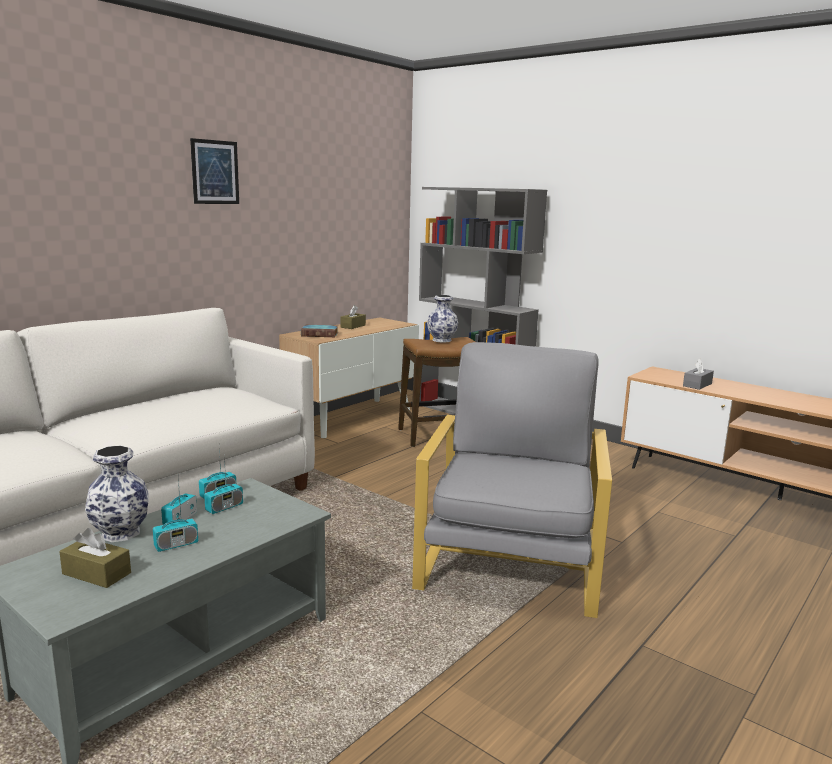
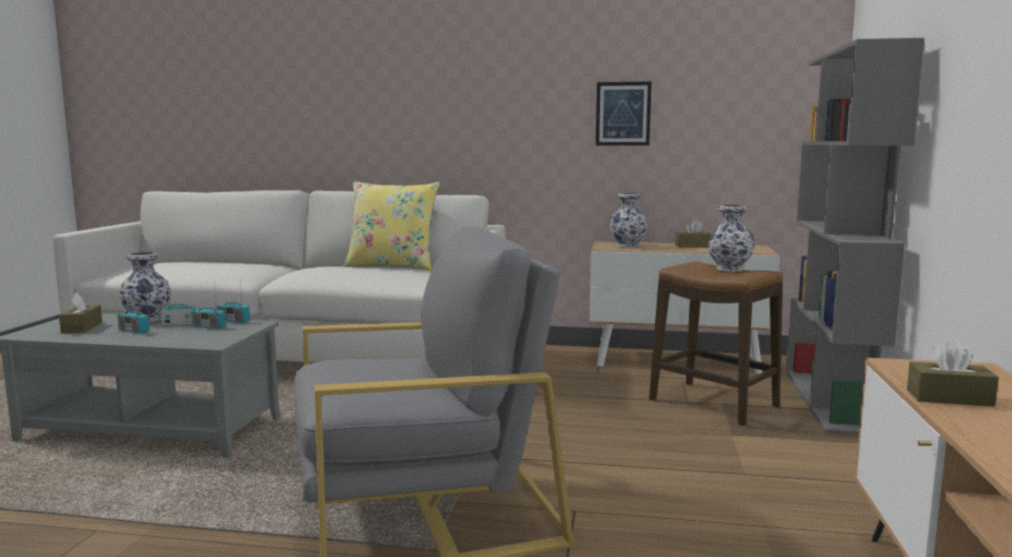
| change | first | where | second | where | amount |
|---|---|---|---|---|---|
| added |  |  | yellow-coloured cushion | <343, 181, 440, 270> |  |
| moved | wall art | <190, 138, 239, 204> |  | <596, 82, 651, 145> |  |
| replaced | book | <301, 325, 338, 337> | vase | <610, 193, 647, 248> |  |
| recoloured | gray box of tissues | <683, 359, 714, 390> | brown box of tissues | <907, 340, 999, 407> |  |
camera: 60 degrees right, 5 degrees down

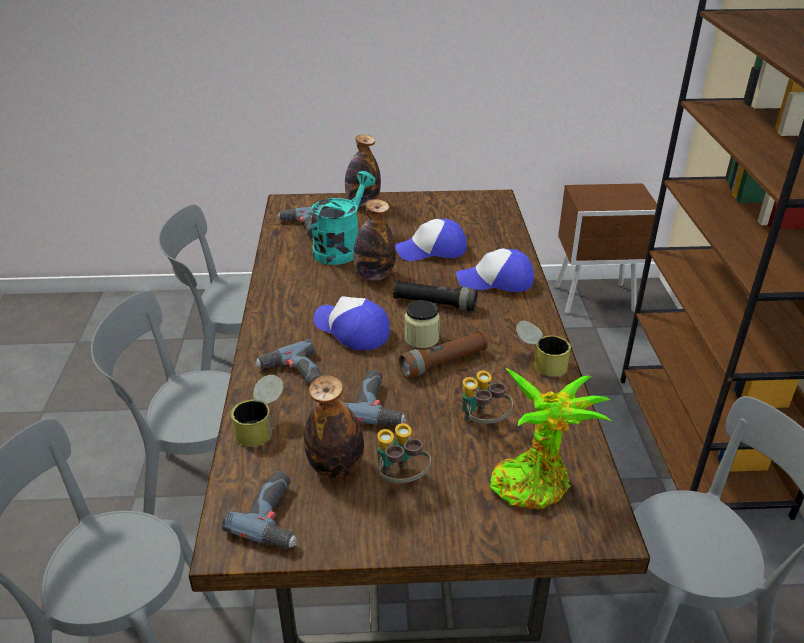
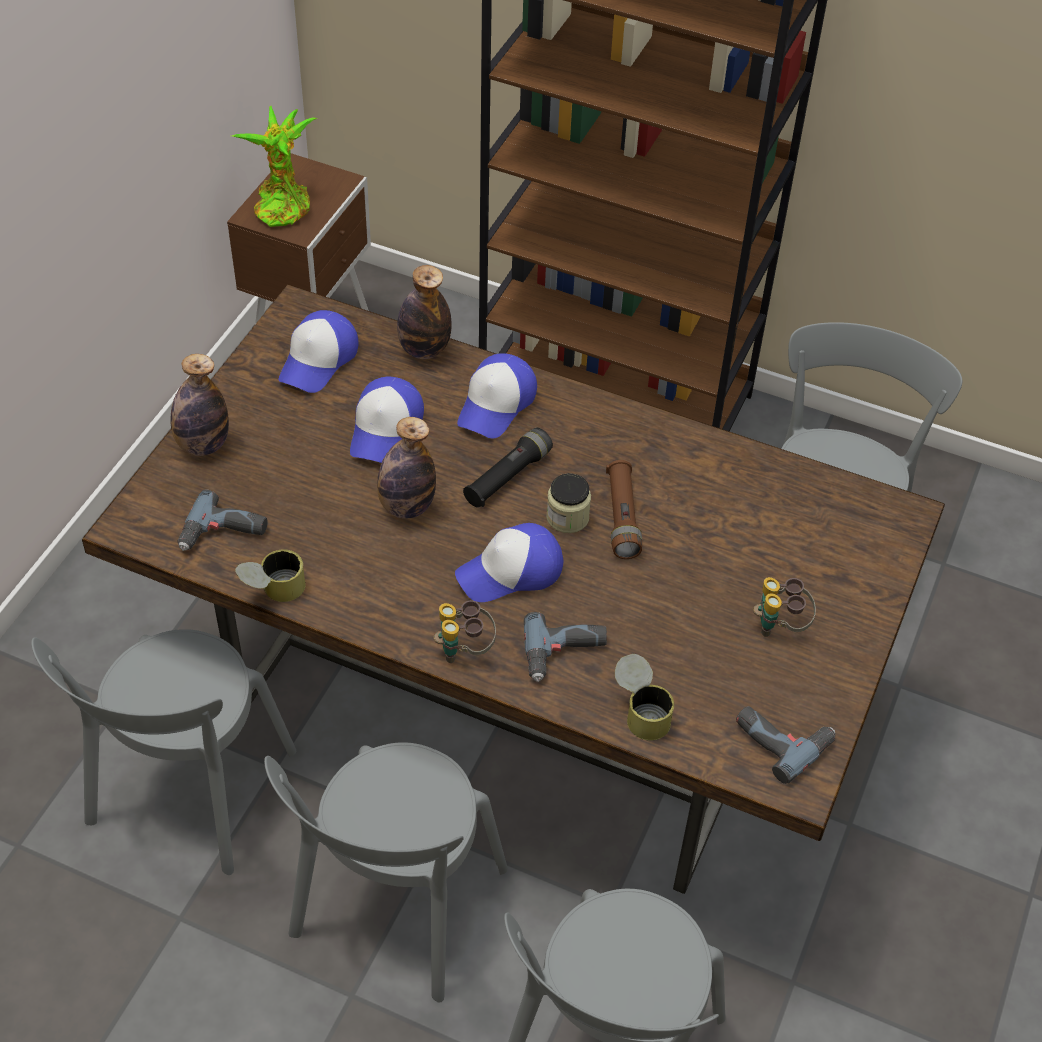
| change | first | where | second | where | amount |
|---|---|---|---|---|---|
| moved | plant in a pot | <490, 368, 613, 509> |  | <232, 106, 317, 227> |  |
| moved | metal can | <516, 321, 571, 377> |  | <235, 550, 306, 602> |  |
| added |  |  | cap | <279, 310, 359, 393> |  |
| moved | beverage bottle | <304, 375, 364, 479> |  | <397, 265, 452, 359> |  |
| moved | binoculars | <462, 371, 513, 424> |  | <434, 600, 496, 663> |  |
| removed | turquoise watering pot | <311, 171, 375, 265> |  |  |  |
| removed | power drill | <344, 370, 406, 426> |  |  |  |
camera: 65 degrees left, 15 degrees up

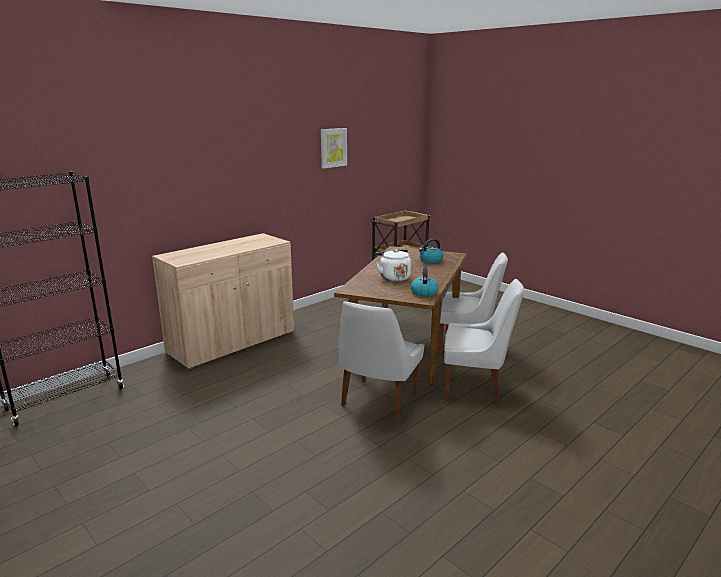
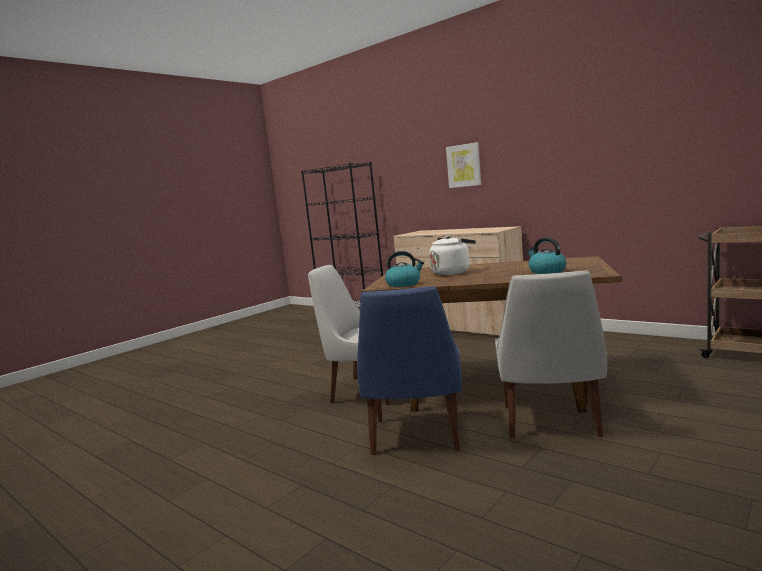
| change | first | where | second | where | amount |
|---|---|---|---|---|---|
| recoloured | white-coloured chair | <444, 279, 524, 404> | blue-coloured chair | <357, 286, 461, 455> |  |
| moved | wall art | <321, 128, 347, 168> |  | <446, 142, 481, 188> |  |
camera: 85 degrees right, 10 degrees down

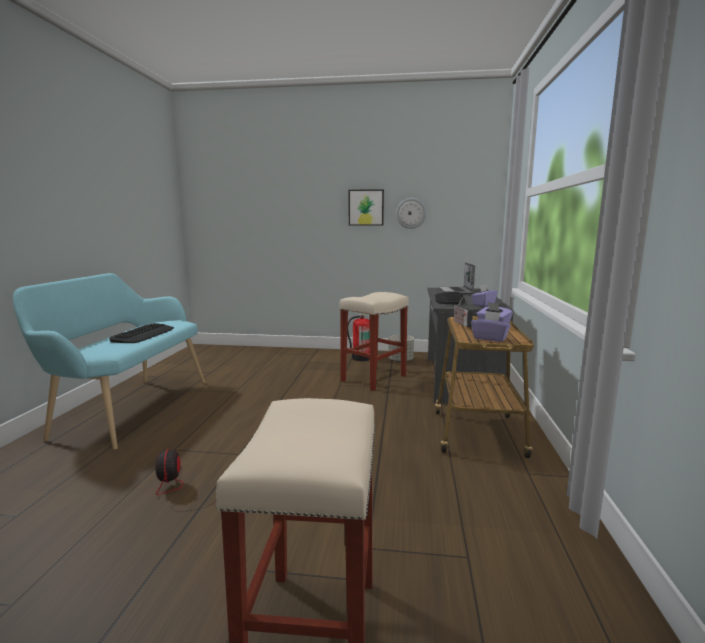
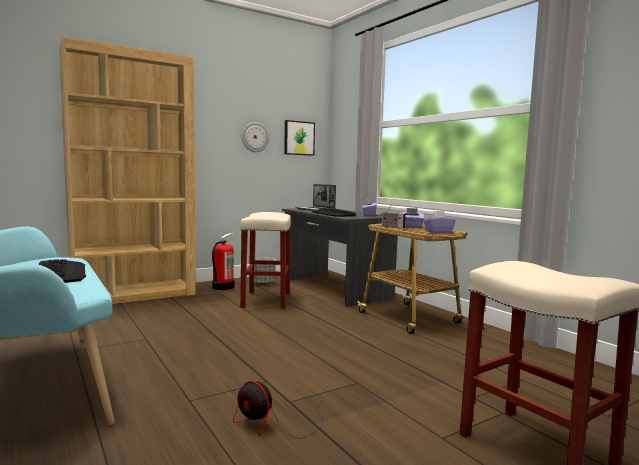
| change | first | where | second | where | amount |
|---|---|---|---|---|---|
| added |  |  | brown shelving unit | <59, 37, 196, 304> |  |
| moved | wall art | <349, 189, 384, 226> |  | <284, 120, 315, 156> |  |
camera: 40 degrees left, 5 degrees down

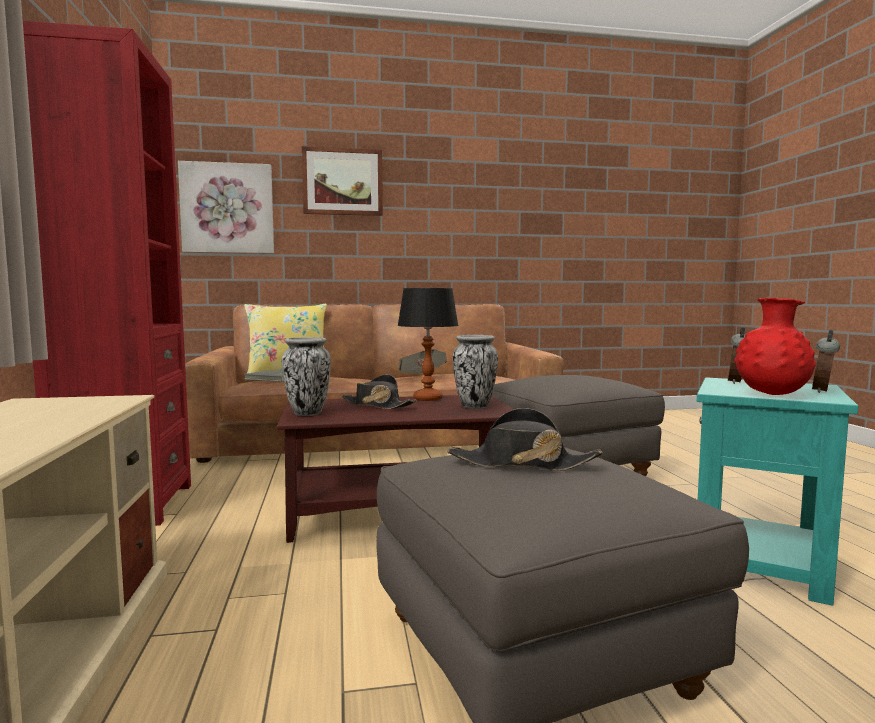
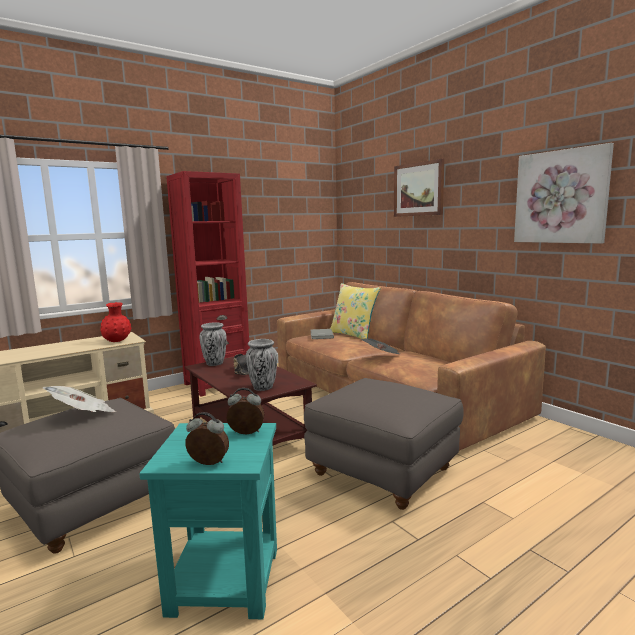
| change | first | where | second | where | amount |
|---|---|---|---|---|---|
| replaced | black wearable hat | <447, 408, 603, 471> | newspaper | <42, 386, 116, 412> |  |
| moved | red vase | <734, 298, 816, 395> |  | <101, 302, 131, 342> |  |
| moved | wall art | <178, 161, 274, 254> |  | <514, 143, 614, 244> |  |
| removed | tabletop lamp | <397, 288, 459, 401> |  |  |  |
camera: 65 degrees right, 5 degrees up

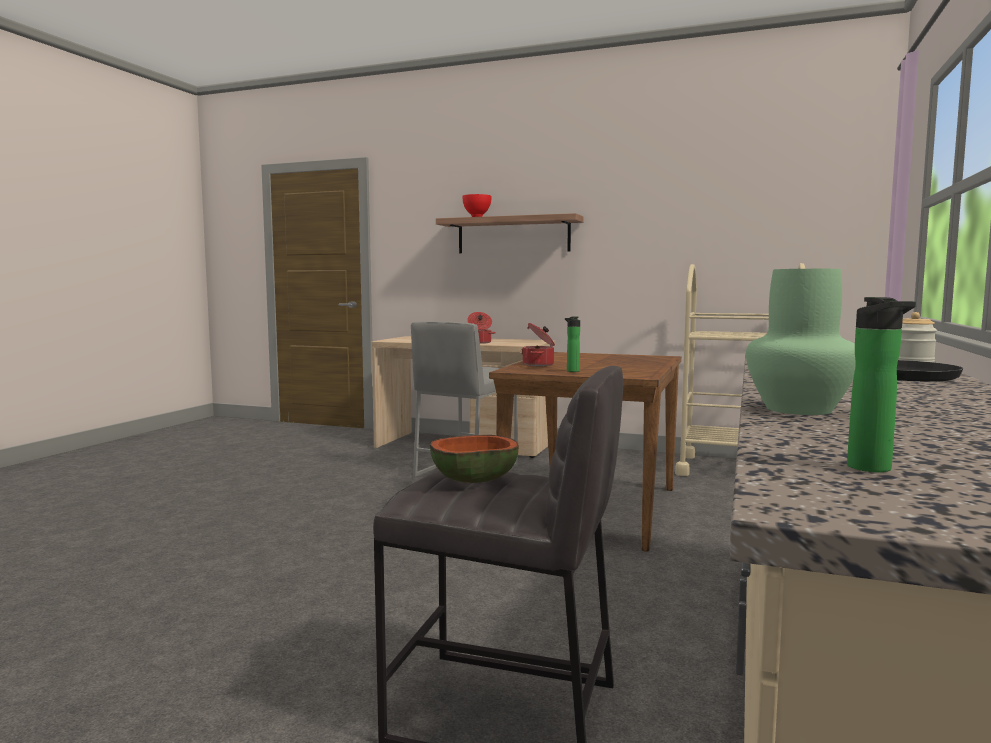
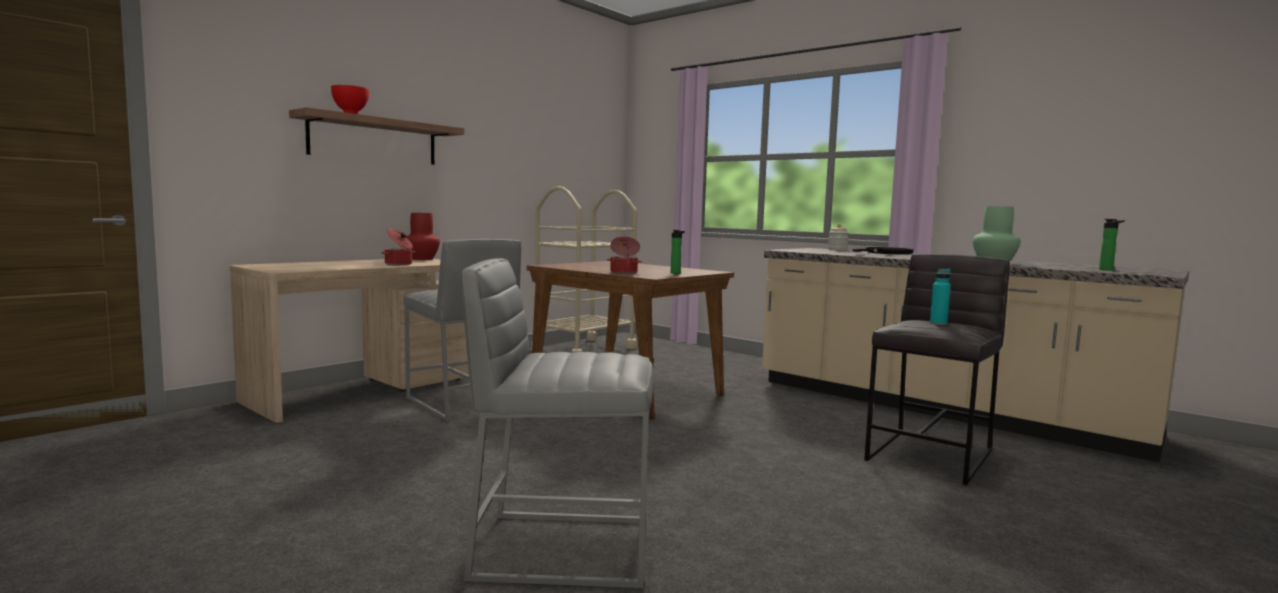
| change | first | where | second | where | amount |
|---|---|---|---|---|---|
| added |  |  | red vase | <406, 213, 440, 260> |  |
| added |  |  | gray stool seat | <462, 258, 653, 588> |  |
| replaced | deep dish | <430, 435, 519, 483> | turquoise beverage bottle | <930, 269, 951, 325> |  |
camera: 70 degrees left, 0 degrees up

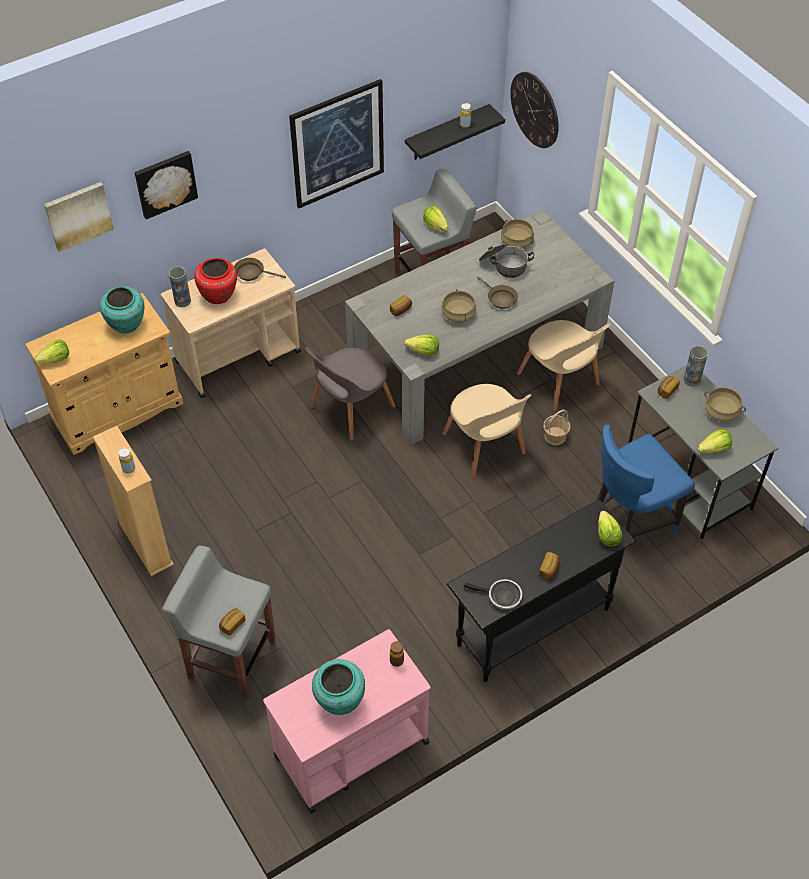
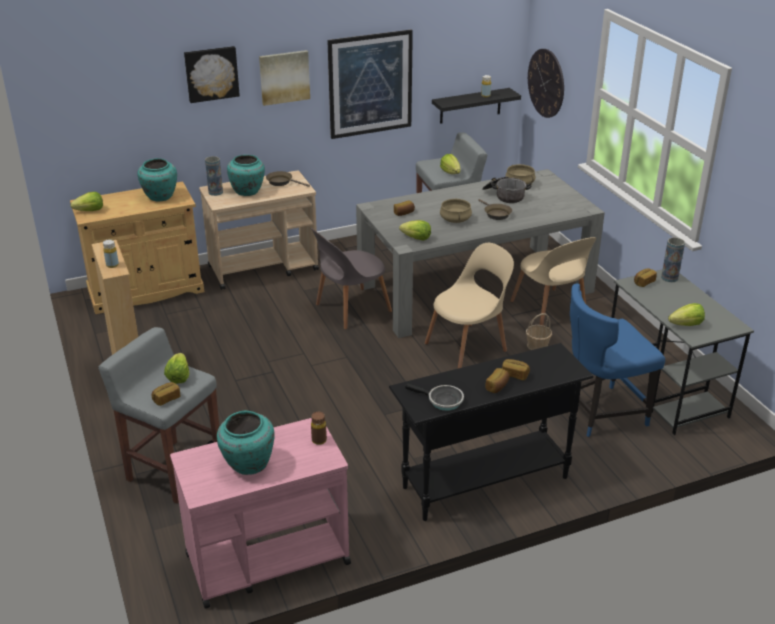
| change | first | where | second | where | amount |
|---|---|---|---|---|---|
| moved | head of lettuce | <598, 511, 622, 546> |  | <164, 353, 189, 384> |  |
| recoloured | red vase | <194, 258, 237, 304> | turquoise vase | <227, 155, 265, 196> |  |
| moved | wall art | <44, 182, 114, 252> |  | <259, 50, 310, 106> |  |
| turned | beige-coloured chair | <442, 384, 531, 478> |  | <425, 243, 514, 368> | 105 degrees counterclockwise |
| added |  |  | bakery bread | <502, 359, 530, 380> |  |
| removed | beige-coloured cooking pot | <704, 387, 746, 422> |  |  |  |
camera: 10 degrees right, 20 degrees down

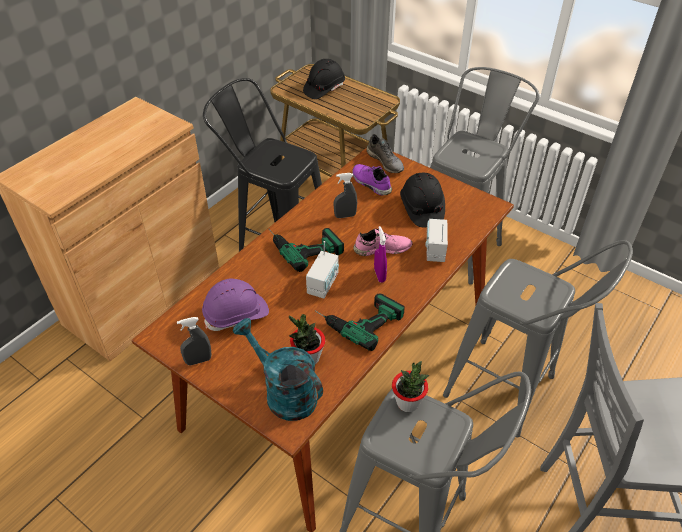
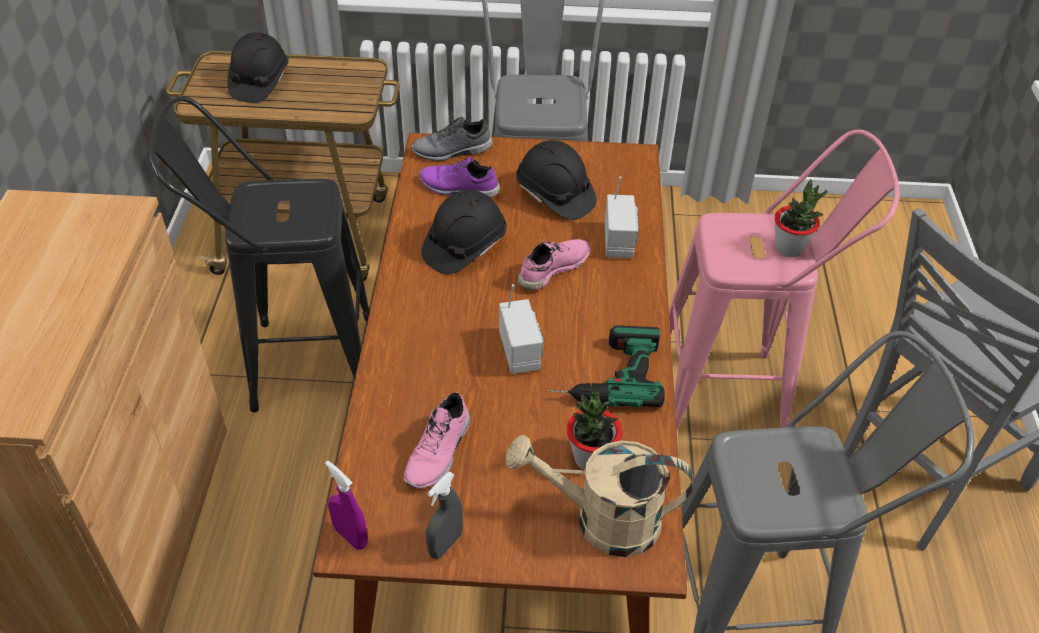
| change | first | where | second | where | amount |
|---|---|---|---|---|---|
| moved | purplish spray bottle | <374, 226, 387, 283> |  | <325, 461, 368, 550> |  |
| replaced | purplish safety helmet | <202, 278, 269, 331> | pink-coloured low shoe | <403, 392, 470, 488> |  |
| turned | gray low shoe | <366, 134, 404, 173> |  | <411, 117, 492, 161> | 150 degrees clockwise |
| replaced | gray spray bottle | <334, 173, 357, 218> | black safety helmet | <421, 190, 507, 274> |  |
| recoloured | turquoise watering pot | <233, 318, 323, 421> | beige-coloured watering pot | <506, 435, 693, 557> |  |
| turned | radio | <425, 219, 448, 262> |  | <605, 176, 639, 258> | 150 degrees counterclockwise |
| recoloured | gray stool seat | <443, 240, 633, 438> | pink-coloured stool seat | <669, 130, 900, 430> |  |
| moved | plant in a pot | <392, 361, 429, 412> |  | <775, 179, 828, 257> |  |
| removed | power drill | <269, 228, 344, 272> |  |  |  |
camera: 35 degrees left, 0 degrees up

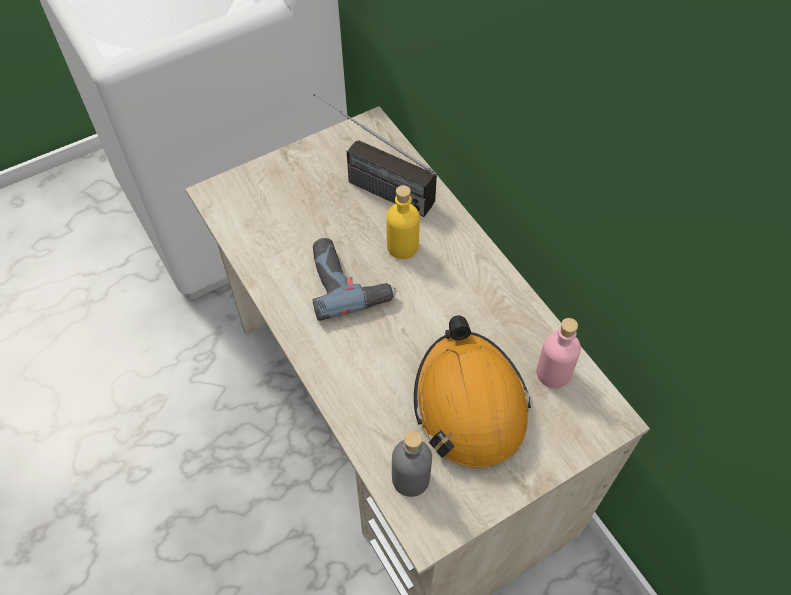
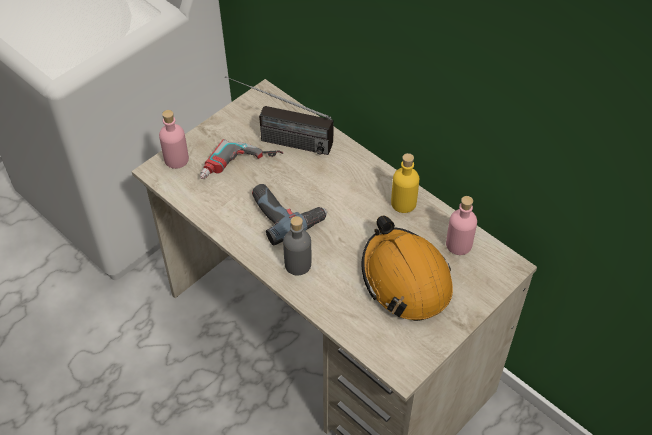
| change | first | where | second | where | amount |
|---|---|---|---|---|---|
| added |  |  | pink-coloured beverage bottle | <159, 110, 189, 169> |  |
| added |  |  | power drill | <200, 139, 283, 179> |  |
| moved | gray beverage bottle | <392, 431, 432, 497> |  | <283, 216, 311, 276> |  |
| moved | yellow-coloured beverage bottle | <386, 185, 420, 259> |  | <391, 153, 419, 213> |  |
camera: 15 degrees left, 5 degrees down

